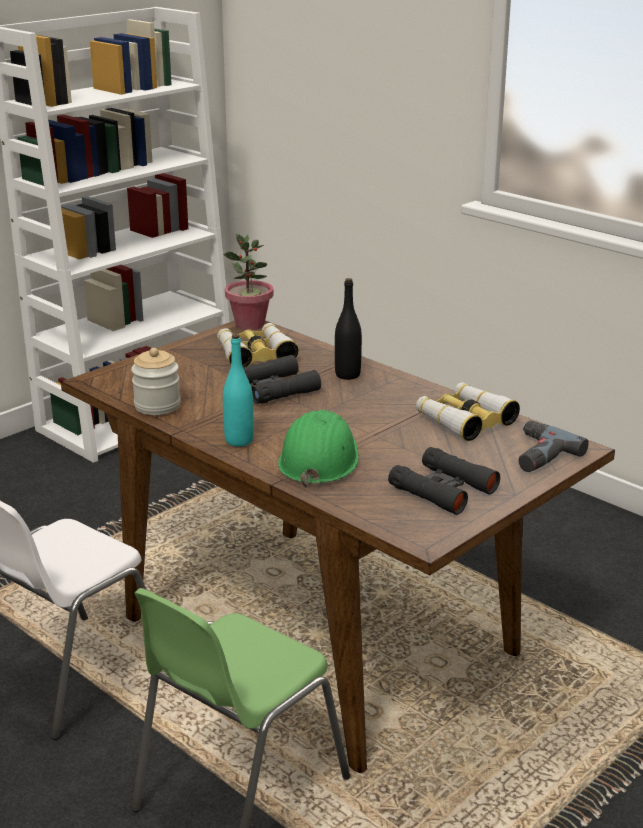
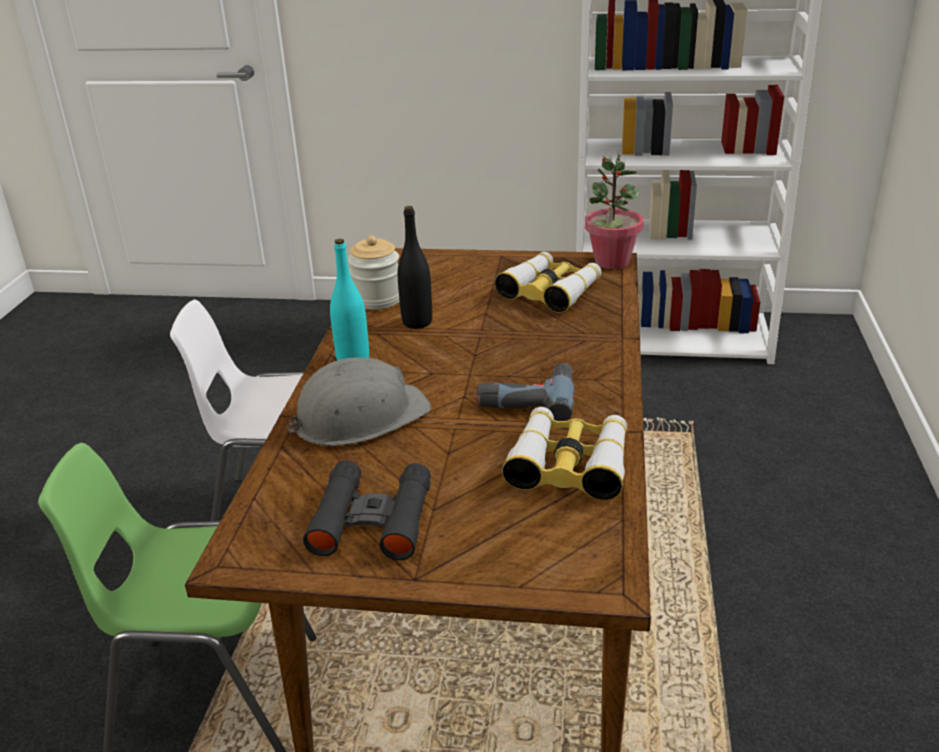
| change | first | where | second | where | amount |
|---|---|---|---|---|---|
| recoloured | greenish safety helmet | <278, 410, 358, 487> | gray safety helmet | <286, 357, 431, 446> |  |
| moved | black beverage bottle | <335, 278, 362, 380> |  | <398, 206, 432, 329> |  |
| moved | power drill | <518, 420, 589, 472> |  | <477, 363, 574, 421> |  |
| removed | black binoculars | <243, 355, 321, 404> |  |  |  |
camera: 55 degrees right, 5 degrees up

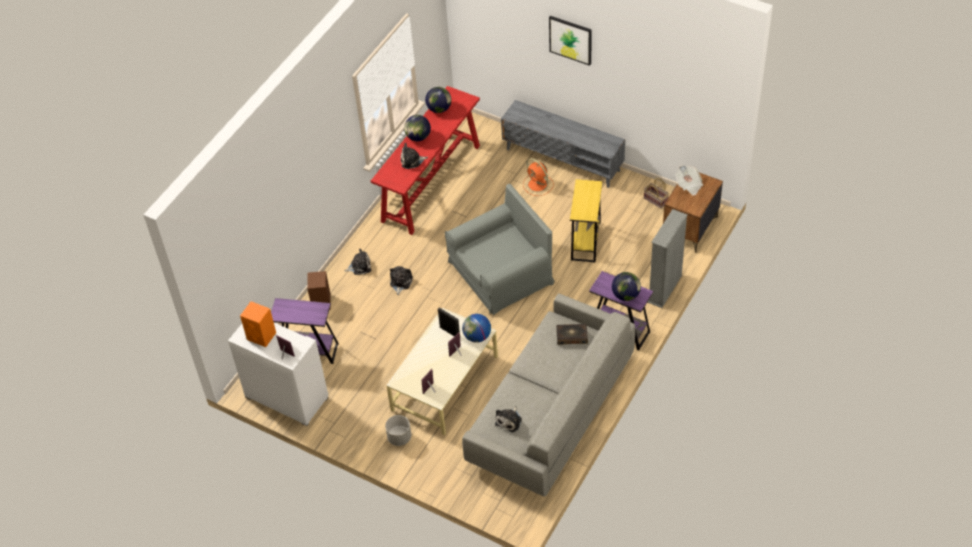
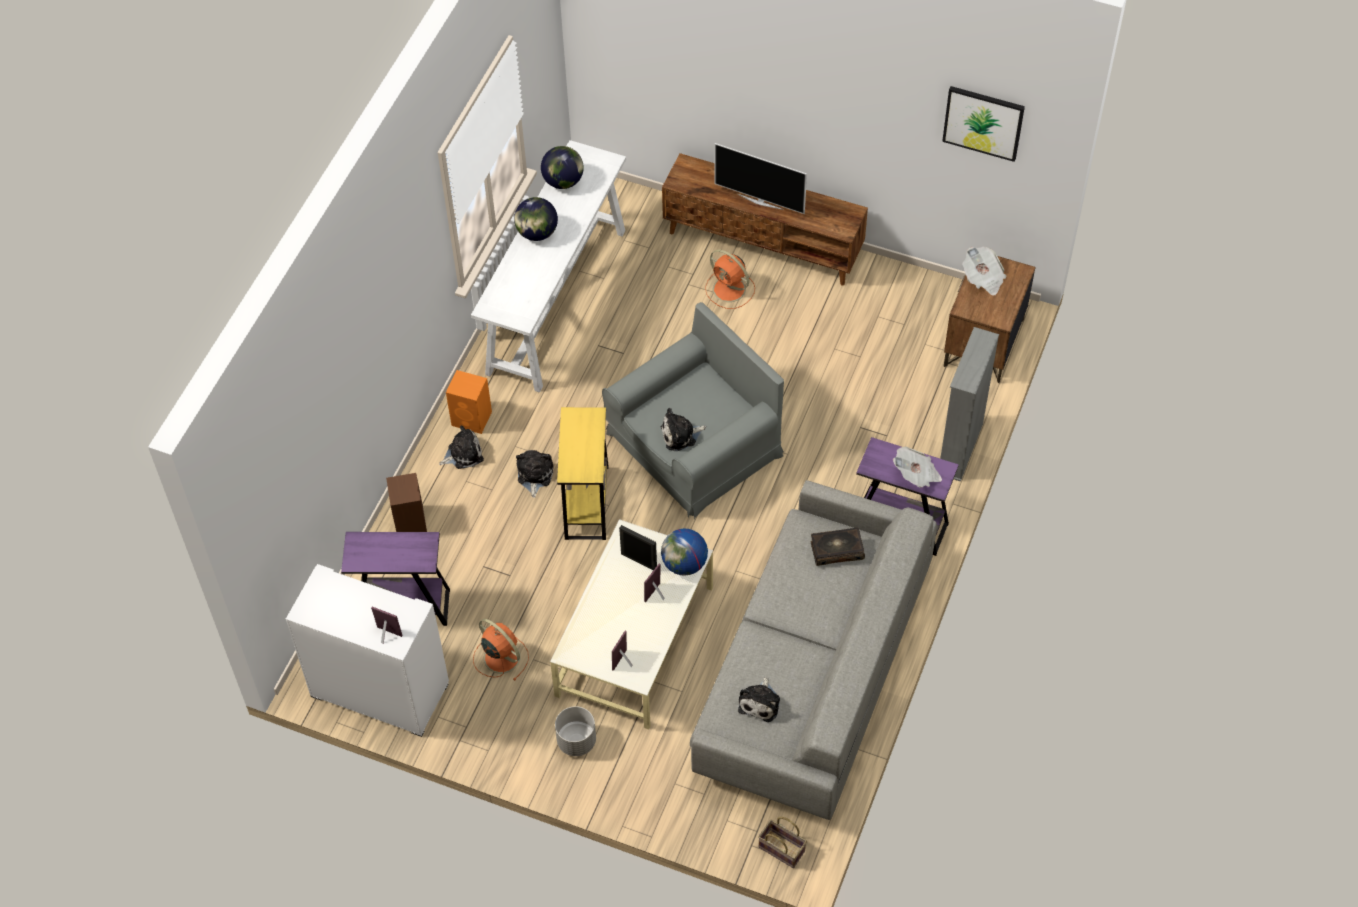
| change | first | where | second | where | amount |
|---|---|---|---|---|---|
| moved | orangey loudspeaker | <240, 301, 276, 347> |  | <446, 370, 492, 434> |  |
| recoloured | red console table | <371, 86, 480, 235> | white-coloured console table | <471, 140, 626, 392> |  |
| added |  |  | orangey cooling fan | <473, 619, 529, 681> |  |
| moved | yellow-coloured side table | <570, 179, 603, 262> |  | <557, 407, 609, 540> |  |
| moved | cuddly toy | <401, 143, 428, 169> |  | <661, 408, 706, 451> |  |
| recoloured | gray tv unit | <501, 100, 625, 188> | brown tv unit | <662, 153, 868, 285> |  |
| added |  |  | television | <714, 143, 807, 214> |  |
| moved | basket | <644, 178, 669, 208> |  | <758, 817, 807, 868> |  |
| replaced | desk globe | <612, 272, 641, 301> | newspaper | <893, 446, 942, 488> |  |
| moved | wall art | <549, 16, 592, 66> |  | <942, 86, 1025, 162> |  |
camera: 10 degrees left, 5 degrees up

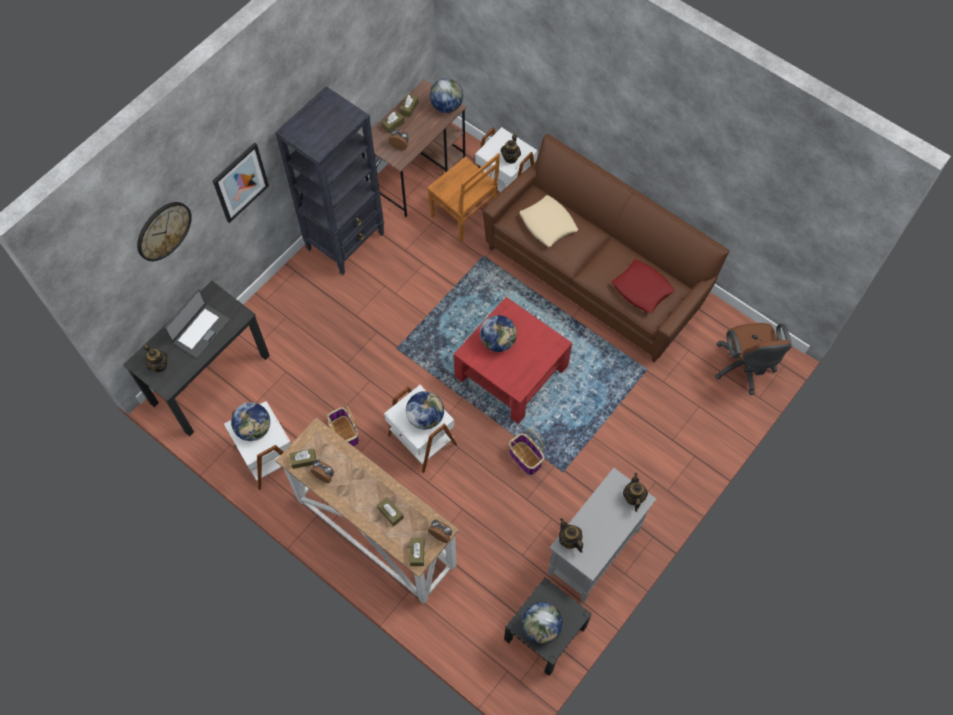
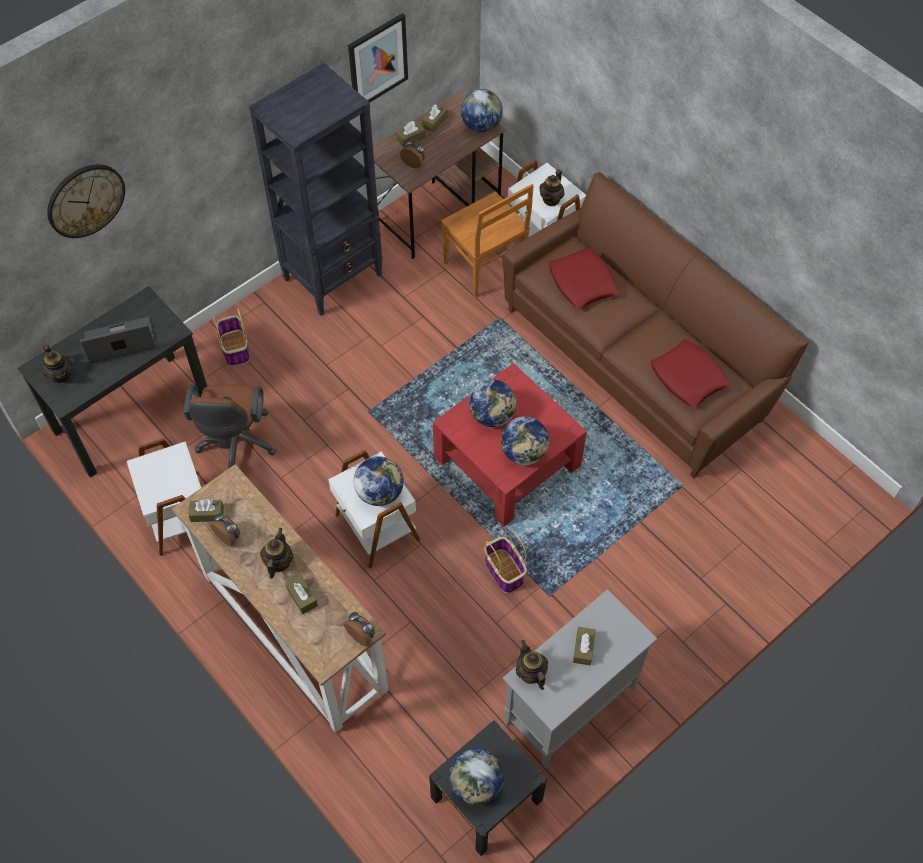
| change | first | where | second | where | amount |
|---|---|---|---|---|---|
| turned | portable computer | <164, 289, 230, 358> |  | <80, 317, 156, 364> | 150 degrees counterclockwise |
| moved | brown desk chair | <715, 323, 792, 395> |  | <183, 384, 276, 469> |  |
| moved | basket | <326, 405, 359, 447> |  | <212, 307, 250, 366> |  |
| moved | tea pot | <623, 473, 648, 512> |  | <260, 528, 293, 578> |  |
| moved | wall art | <213, 143, 269, 223> |  | <348, 13, 408, 102> |  |
| moved | desk globe | <231, 402, 270, 441> |  | <501, 417, 549, 465> |  |
| recoloured | beige-coloured cushion | <520, 195, 578, 247> | red cushion | <549, 247, 619, 309> |  |
| moved | brown box of tissues | <410, 538, 424, 566> |  | <573, 627, 596, 665> |  |
camera: 10 degrees right, 5 degrees down

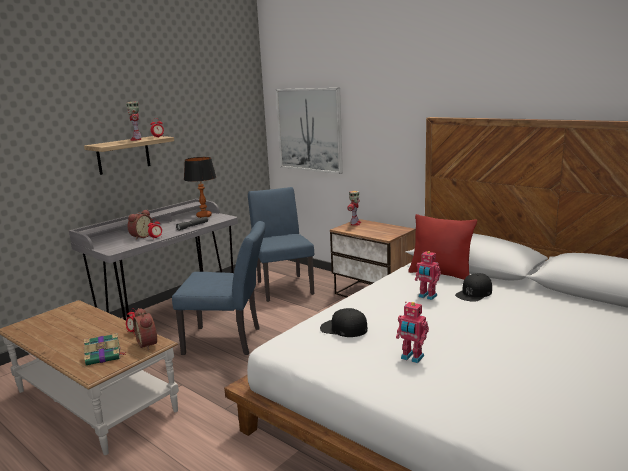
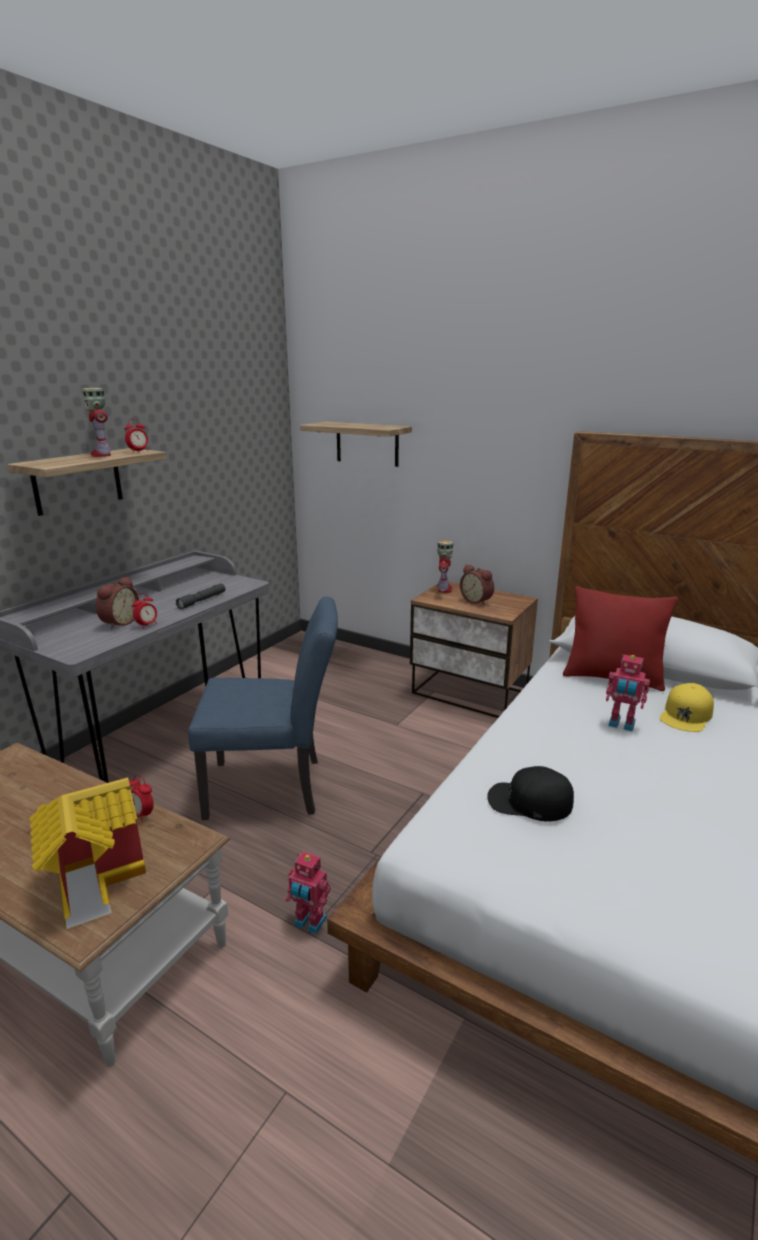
| change | first | where | second | where | amount |
|---|---|---|---|---|---|
| replaced | book | <84, 333, 126, 366> | toy house | <30, 777, 146, 929> |  |
| moved | robot figure | <396, 302, 429, 363> |  | <286, 851, 331, 934> |  |
| replaced | wall art | <276, 88, 343, 174> | wall shelf | <300, 422, 412, 467> |  |
| moved | bedside clock | <133, 308, 157, 350> |  | <460, 564, 494, 606> |  |
| recoloured | black cap | <455, 273, 492, 302> | yellow-coloured cap | <660, 683, 714, 732> |  |
| removed | tabletop lamp | <184, 157, 216, 218> |  |  |  |
| removed | blue-coloured chair | <248, 187, 314, 302> |  |  |  |
camera: 10 degrees left, 5 degrees up

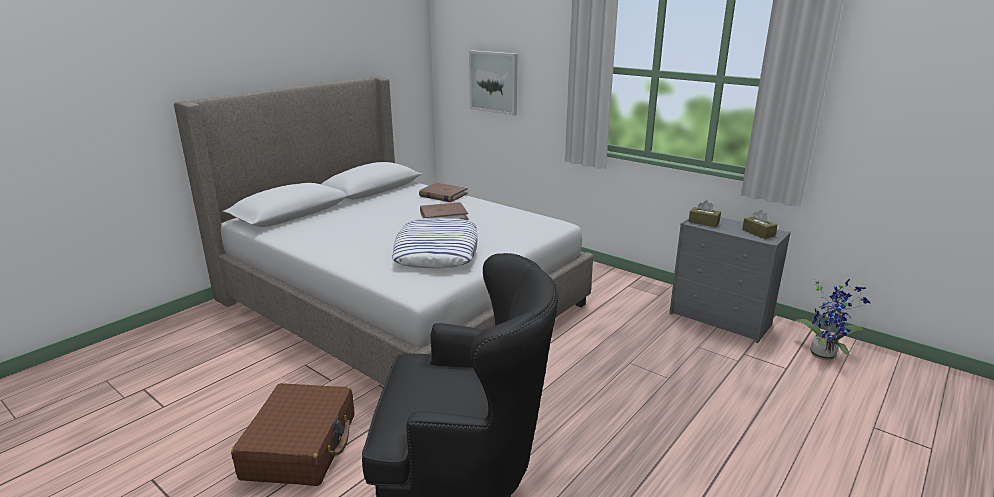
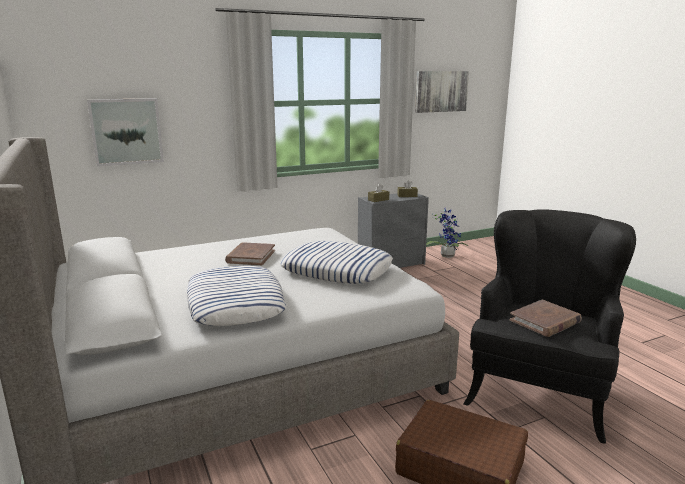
| change | first | where | second | where | amount |
|---|---|---|---|---|---|
| added |  |  | cushion | <187, 265, 286, 326> |  |
| added |  |  | wall art | <415, 71, 469, 113> |  |
| moved | brown book | <419, 183, 468, 202> |  | <510, 299, 582, 337> |  |
camera: 65 degrees left, 5 degrees down

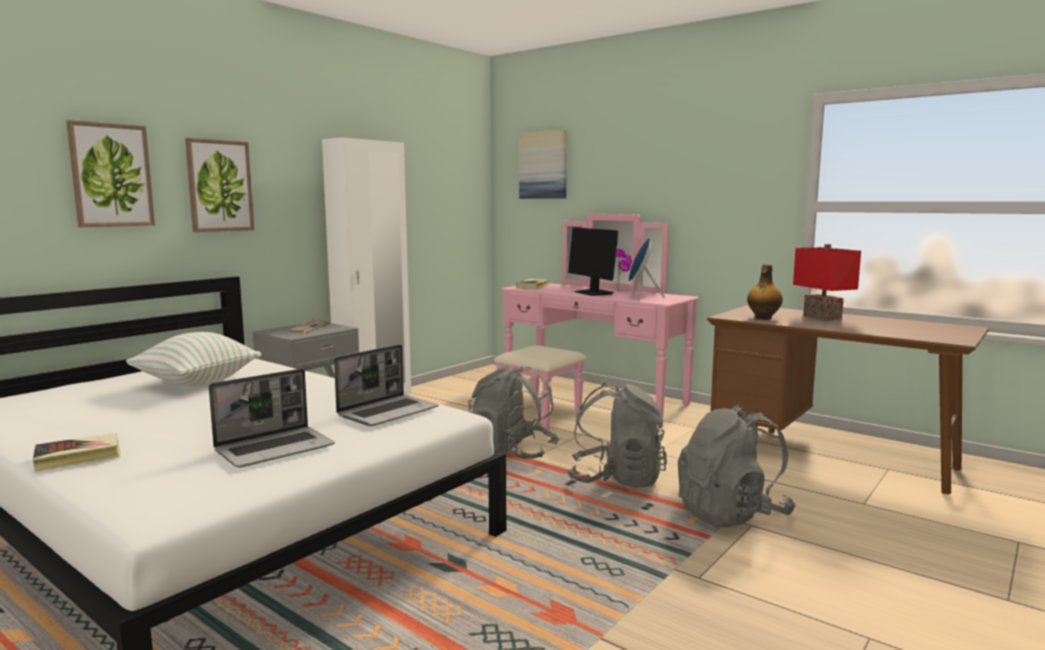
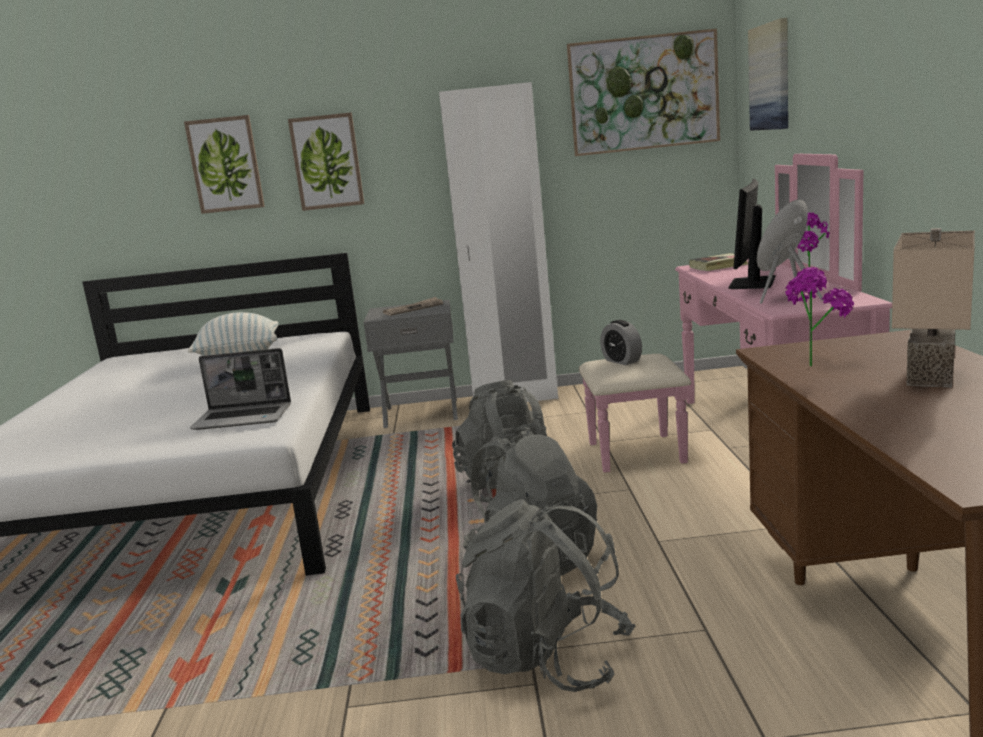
| change | first | where | second | where | amount |
|---|---|---|---|---|---|
| added |  |  | wall art | <567, 28, 720, 156> |  |
| added |  |  | bedside clock | <600, 320, 642, 365> |  |
| replaced | beverage bottle | <747, 264, 783, 319> | plant in a pot | <785, 267, 854, 367> |  |
| recoloured | red tabletop lamp | <793, 244, 861, 321> | beige-coloured tabletop lamp | <892, 228, 975, 388> |  |
| removed | book | <33, 433, 120, 471> |  |  |  |
| removed | portable computer | <209, 369, 335, 467> |  |  |  |
camera: 50 degrees right, 5 degrees up

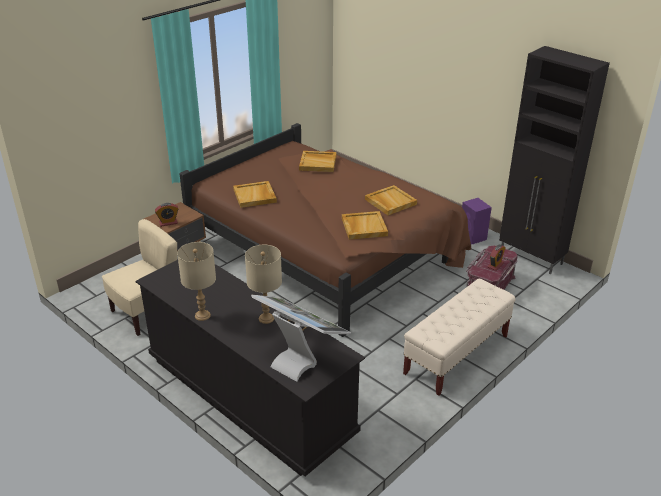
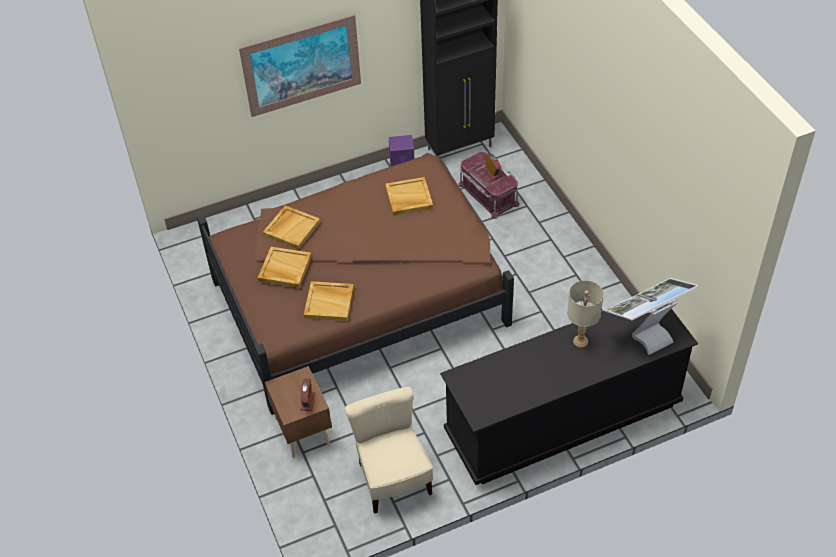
| change | first | where | second | where | amount |
|---|---|---|---|---|---|
| added |  |  | wall art | <239, 14, 361, 117> |  |
| moved | beige-coloured tray | <342, 211, 388, 240> |  | <258, 247, 312, 288> |  |
| removed | beige-coloured tabletop lamp | <177, 242, 216, 321> |  |  |  |
| removed | beige-coloured indoor bench | <403, 279, 516, 396> |  |  |  |
camera: 65 degrees left, 15 degrees up

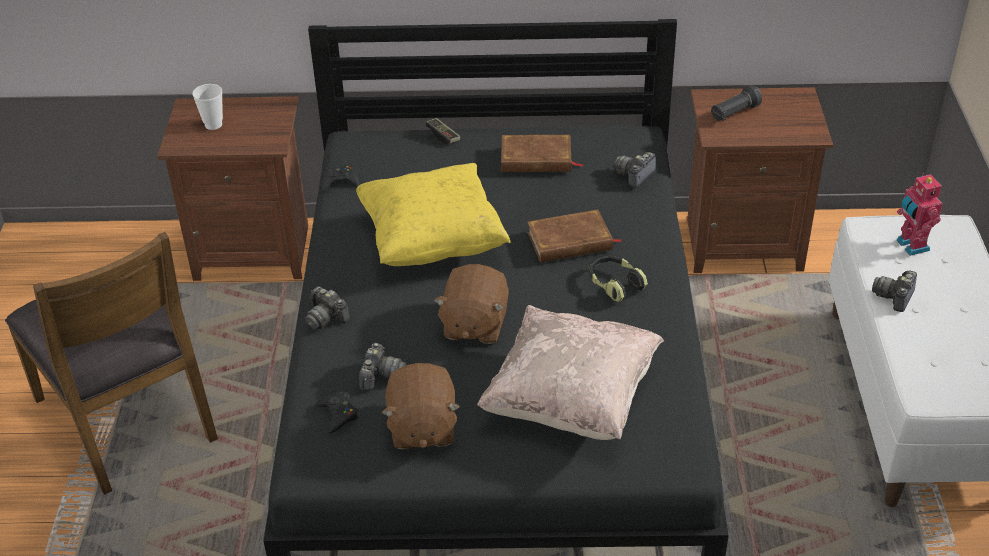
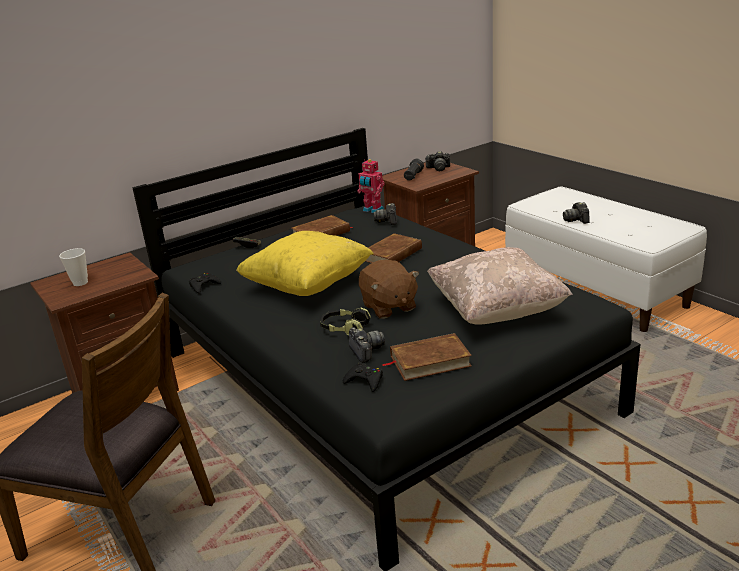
| change | first | where | second | where | amount |
|---|---|---|---|---|---|
| moved | pair of headphones | <589, 256, 648, 302> |  | <320, 307, 371, 335> |  |
| moved | robot figure | <897, 172, 943, 256> |  | <357, 159, 385, 213> |  |
| replaced | brown cuddly toy | <382, 363, 460, 450> | brown book | <382, 333, 472, 381> |  |
| moved | still camera | <305, 286, 350, 330> |  | <425, 151, 450, 171> |  |
camera: 35 degrees left, 15 degrees down

